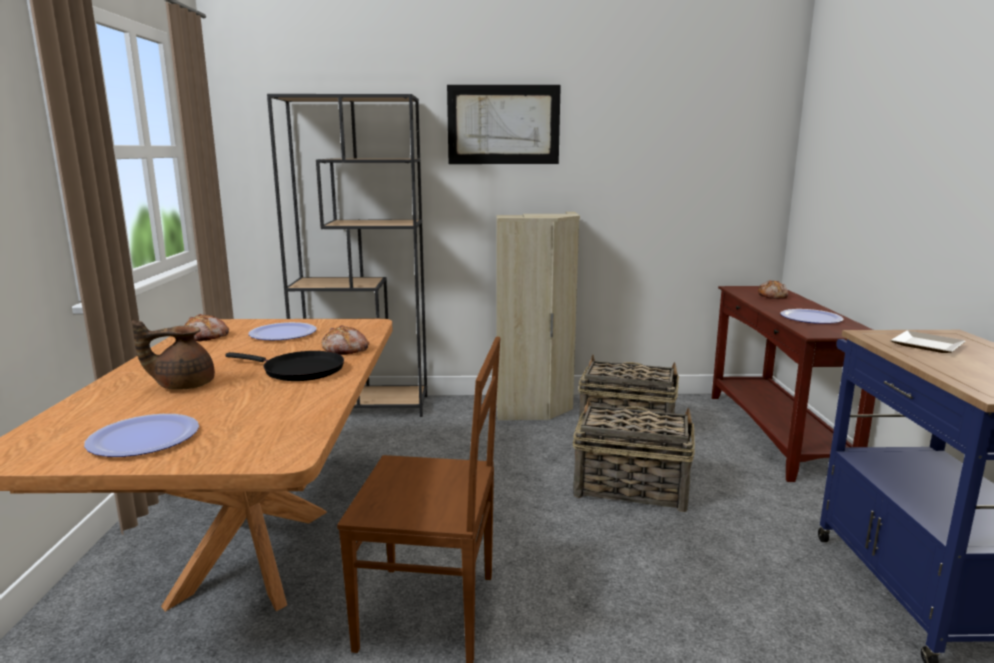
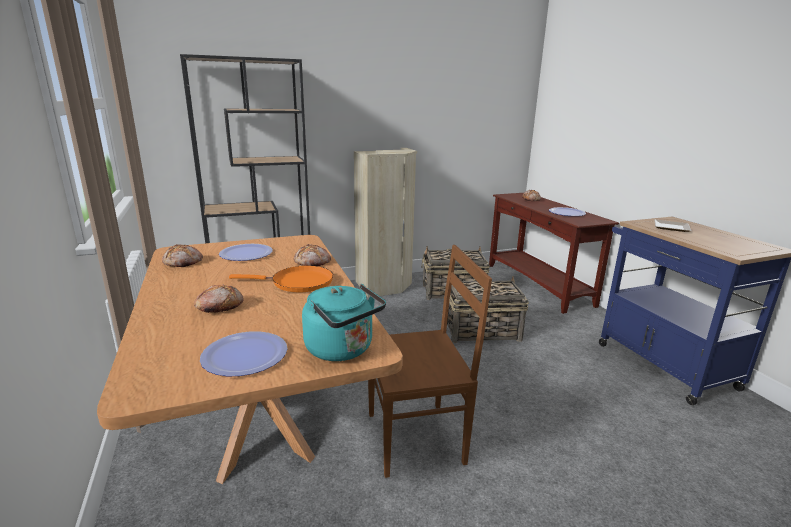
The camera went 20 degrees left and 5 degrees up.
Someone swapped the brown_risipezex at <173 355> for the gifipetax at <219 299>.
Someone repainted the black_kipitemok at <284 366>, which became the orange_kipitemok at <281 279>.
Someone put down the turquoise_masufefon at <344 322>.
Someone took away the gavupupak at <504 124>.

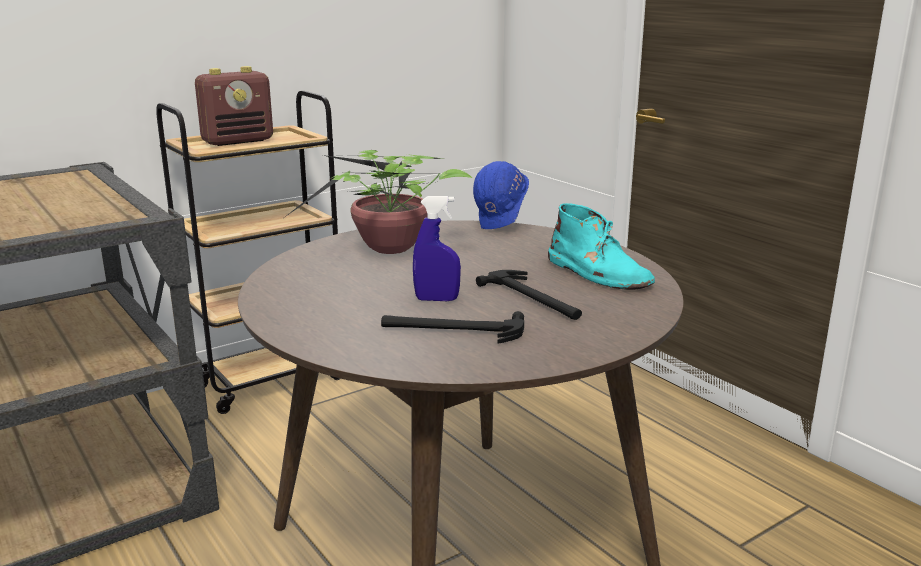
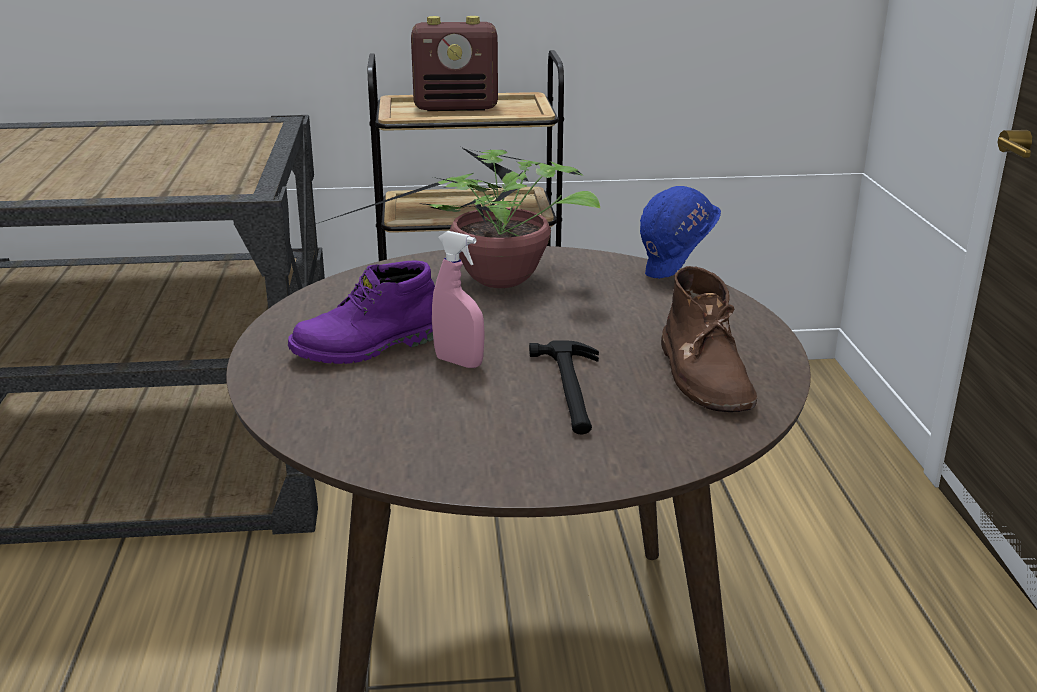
The camera went 30 degrees right and 5 degrees up.
Someone put down the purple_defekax at <361 312>.
Someone repainted the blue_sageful at <437 248>, which became the pink_sageful at <458 299>.
Someone repainted the turquoise_defekax at <601 246>, which became the brown_defekax at <709 339>.
Someone took away the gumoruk at <452 327>.

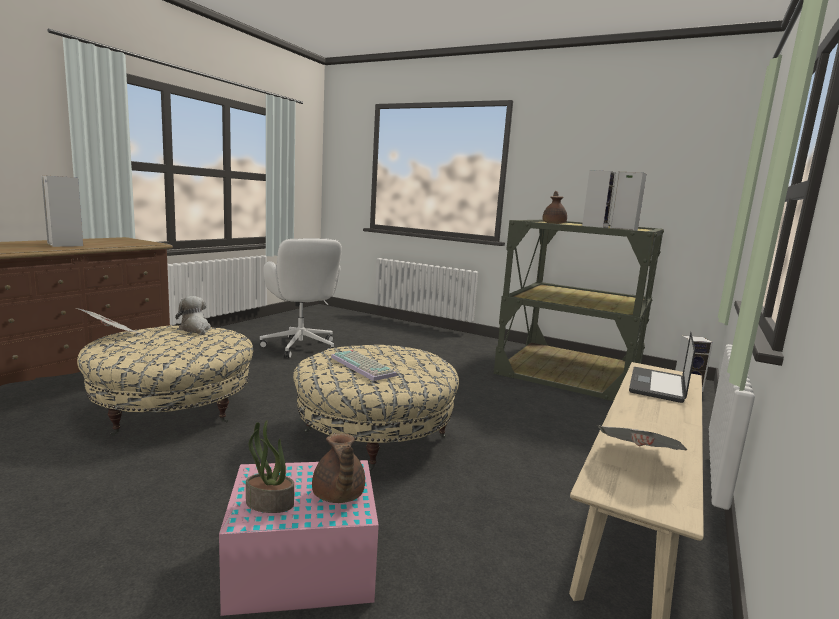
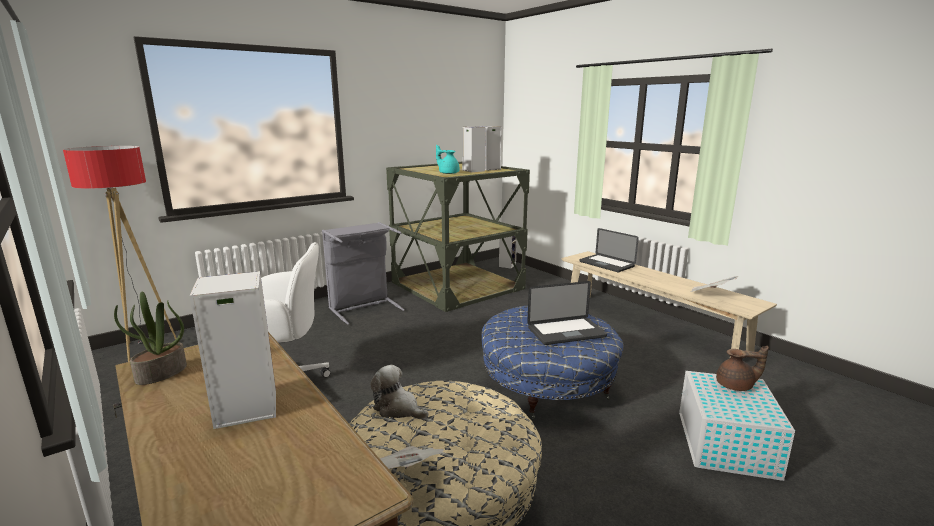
The camera went 65 degrees left and 5 degrees up.
Someone put down the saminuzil at <120 254>.
Someone carried the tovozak from <270 467> to <150 338>.
Someone put down the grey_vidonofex at <363 273>.
Someone rotated the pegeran at <193 315> by 45 degrees clockwise.
Someone repainted the brown_risipezex at <555 207>, which became the turquoise_risipezex at <448 159>.
Someone repainted the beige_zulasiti at <376 408>, which became the blue_zulasiti at <553 362>.
Someone swapped the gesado at <364 365> for the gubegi at <567 313>.
Someone repainted the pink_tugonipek at <299 538>, which became the white_tugonipek at <737 426>.

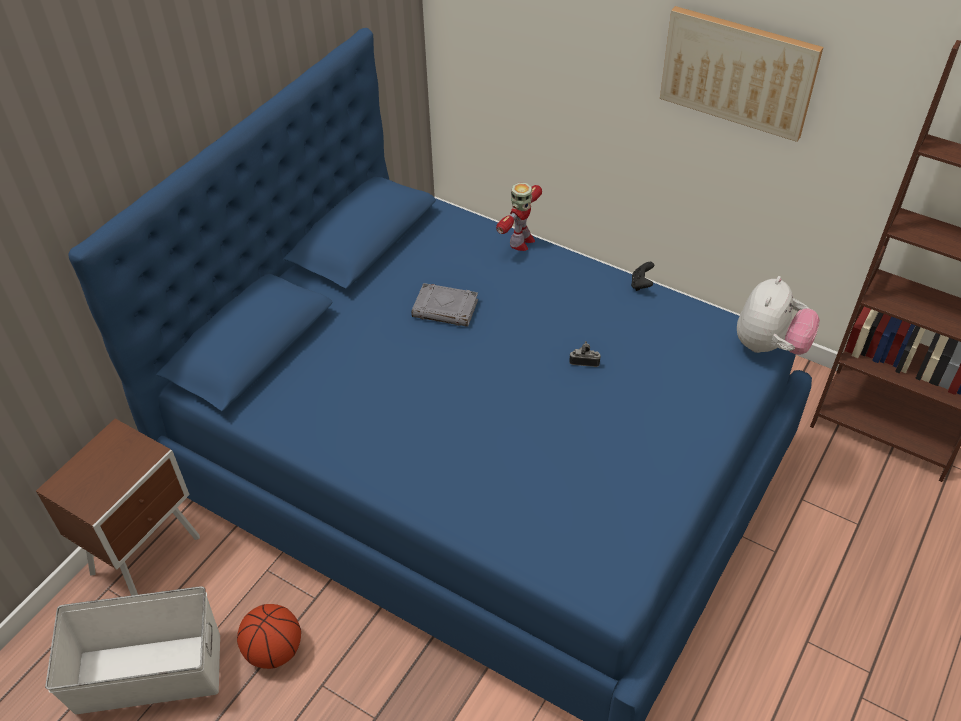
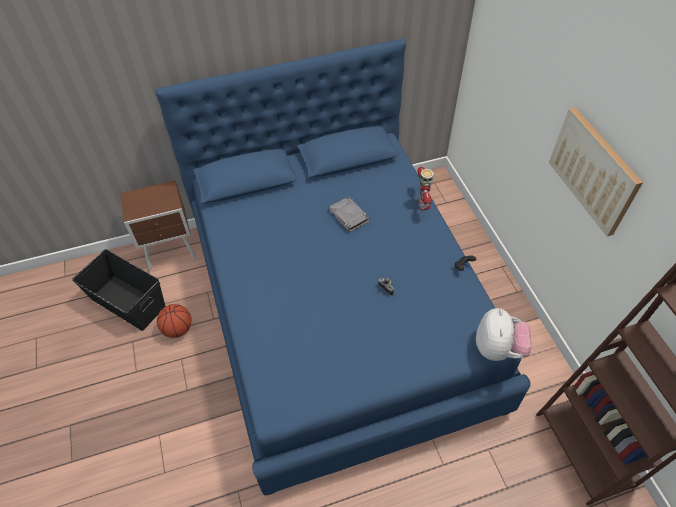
The camera went 40 degrees right and 5 degrees up.
Someone repainted the white_tugonipek at <132 650>, which became the black_tugonipek at <119 290>.
Someone rotated the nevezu at <519 217> by 75 degrees counterclockwise.
Someone rotated the pegeran at <778 315> by 60 degrees counterclockwise.

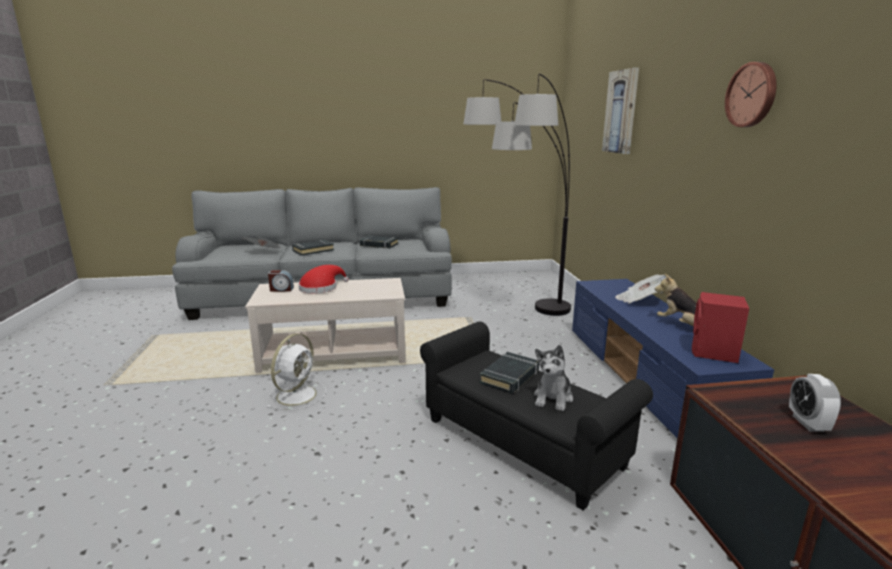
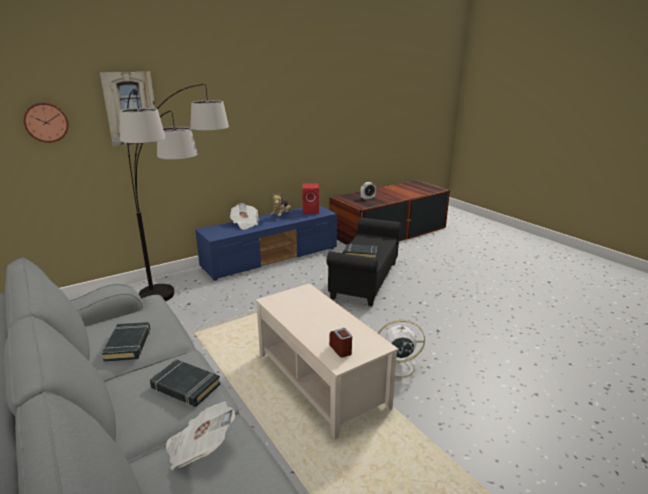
The camera went 115 degrees left and 5 degrees up.
Someone carried the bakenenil from <751 94> to <46 122>.
Someone took away the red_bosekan at <323 279>.
Someone took away the pegeran at <553 378>.

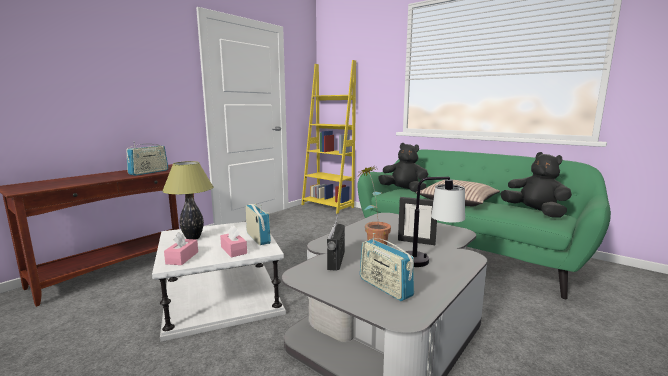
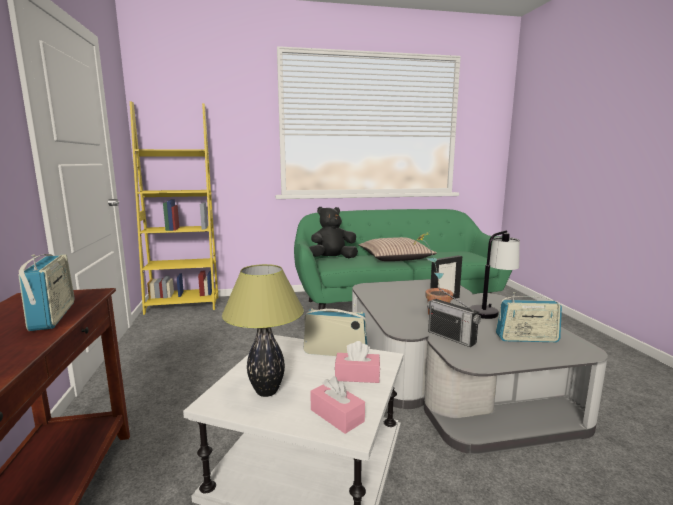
The camera went 50 degrees left and 0 degrees up.
Someone took away the black_pegeran at <536 185>.

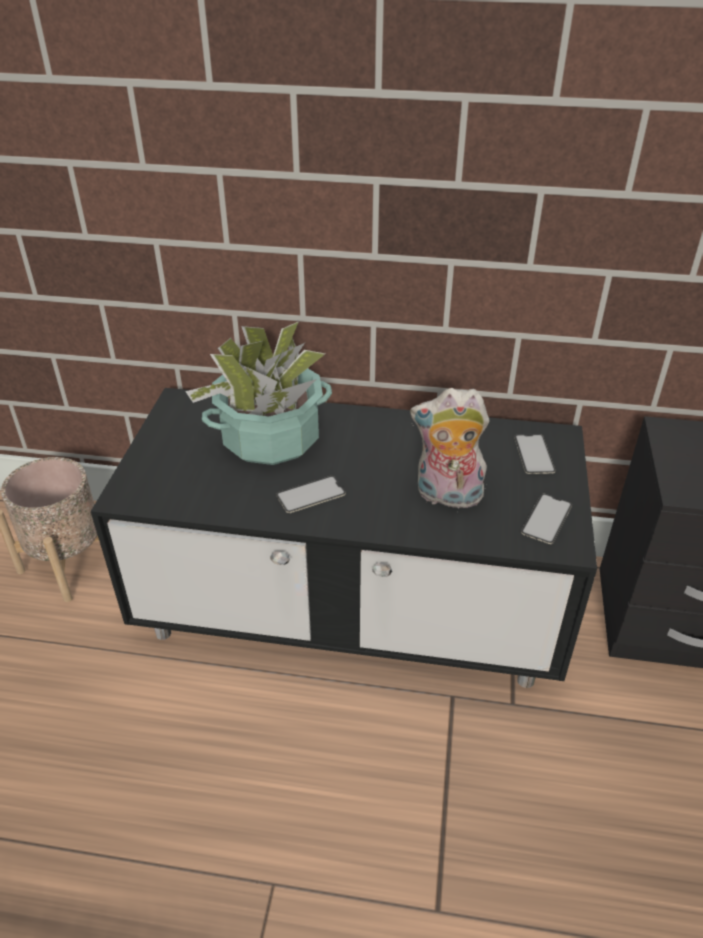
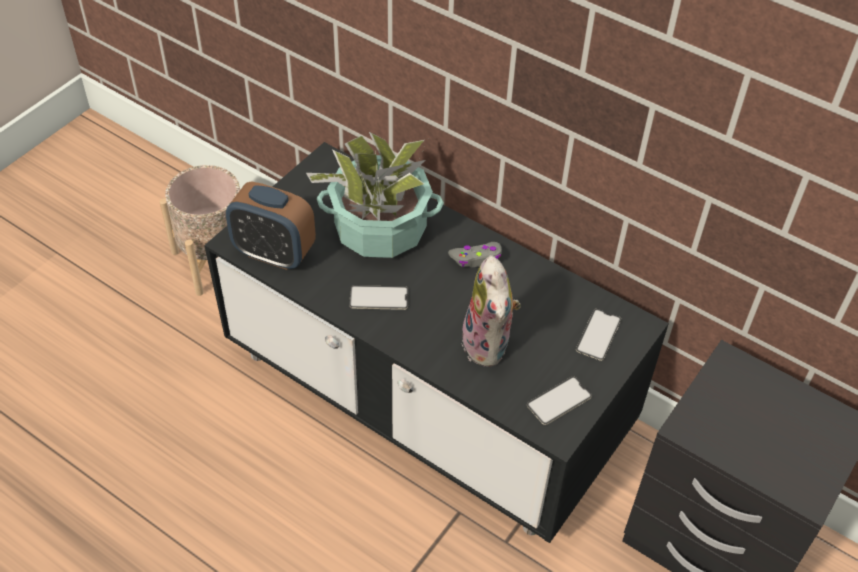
The camera went 25 degrees right and 10 degrees up.
Someone put down the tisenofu at <271 225>.
Someone put down the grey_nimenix at <475 254>.
Someone rotated the pegeran at <449 448> by 135 degrees counterclockwise.

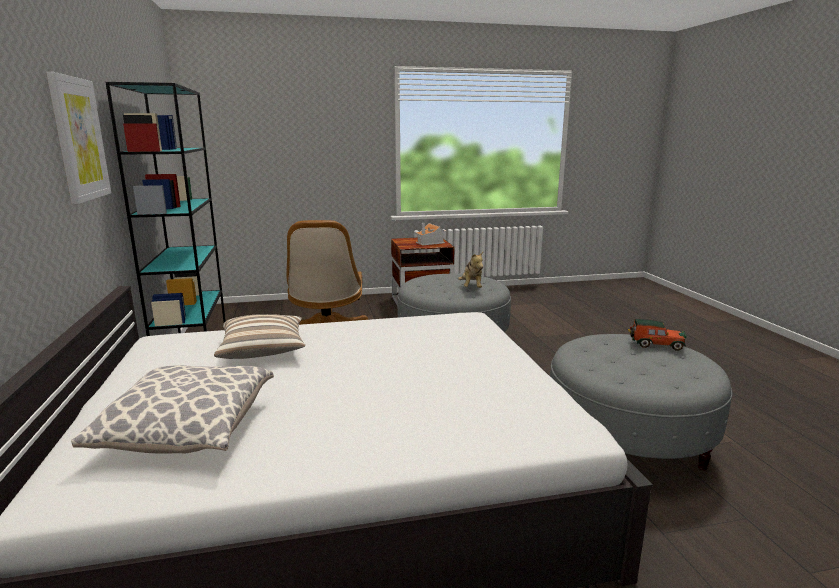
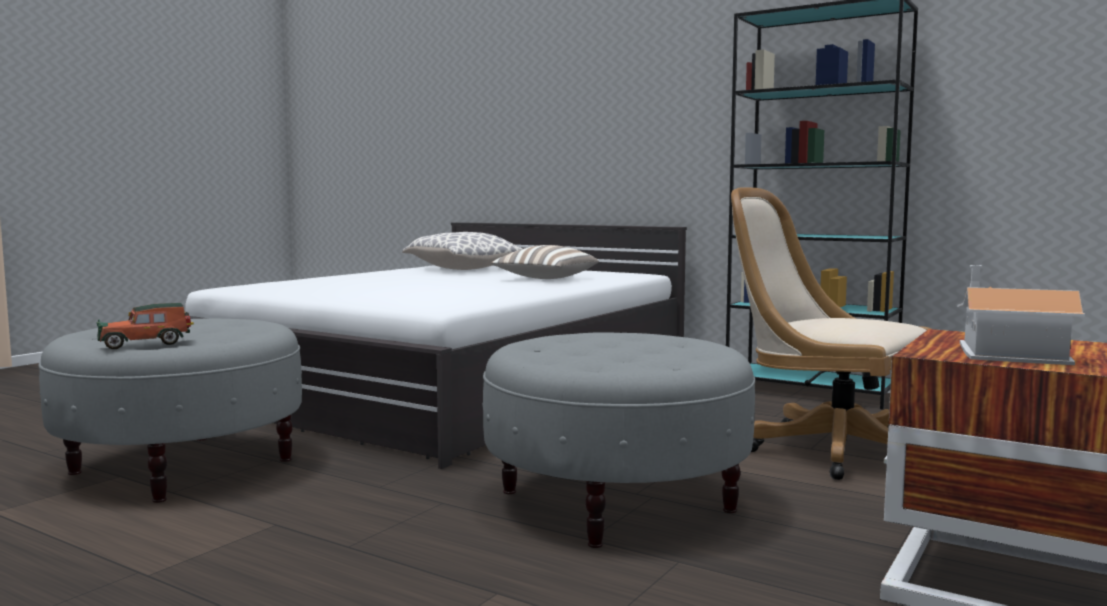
The camera went 135 degrees right and 10 degrees down.
Someone took away the gavupupak at <78 138>.
Someone took away the pegeran at <470 270>.

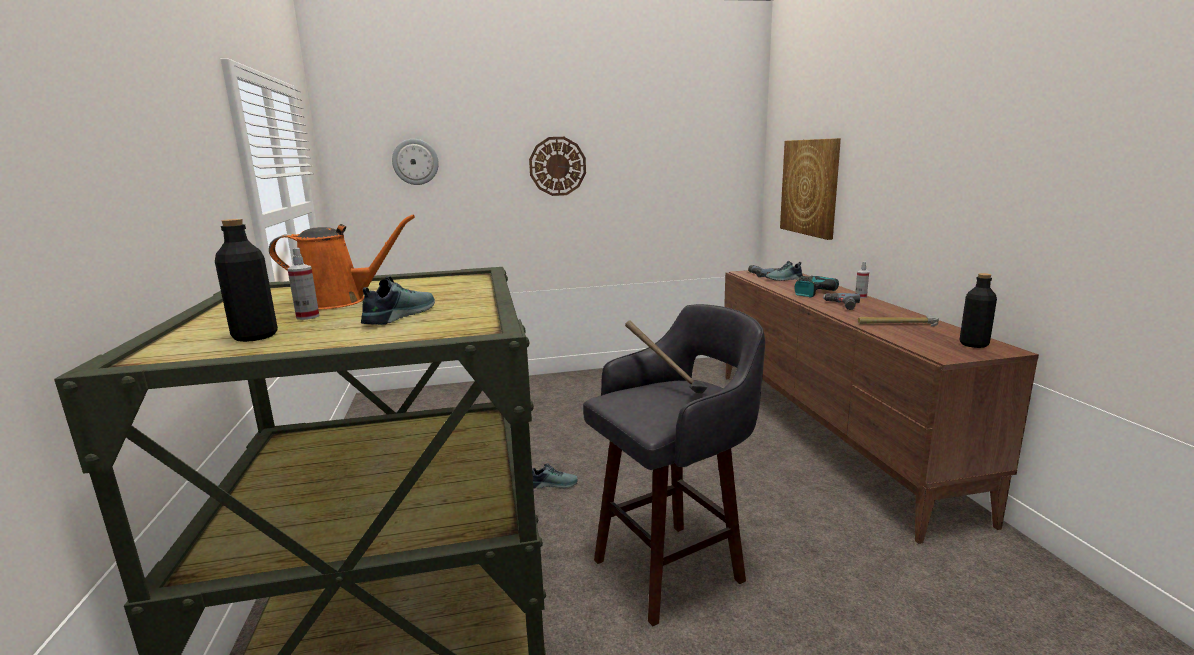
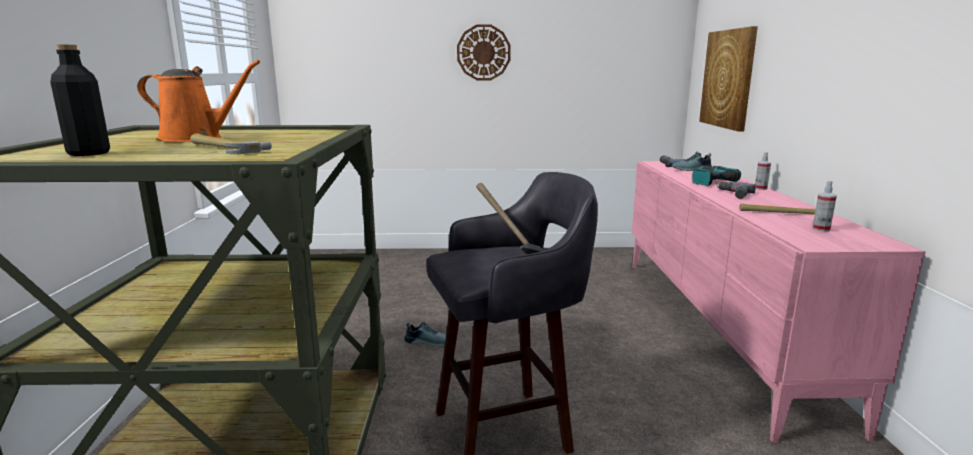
The camera went 10 degrees right and 0 degrees up.
Someone swapped the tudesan at <398 300> for the gumoruk at <231 143>.
Someone repainted the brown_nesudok at <881 407>, which became the pink_nesudok at <779 302>.
Someone carried the sageful from <303 284> to <824 206>.
Someone took away the bakenenil at <415 162>.
Someone took away the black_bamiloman at <978 310>.

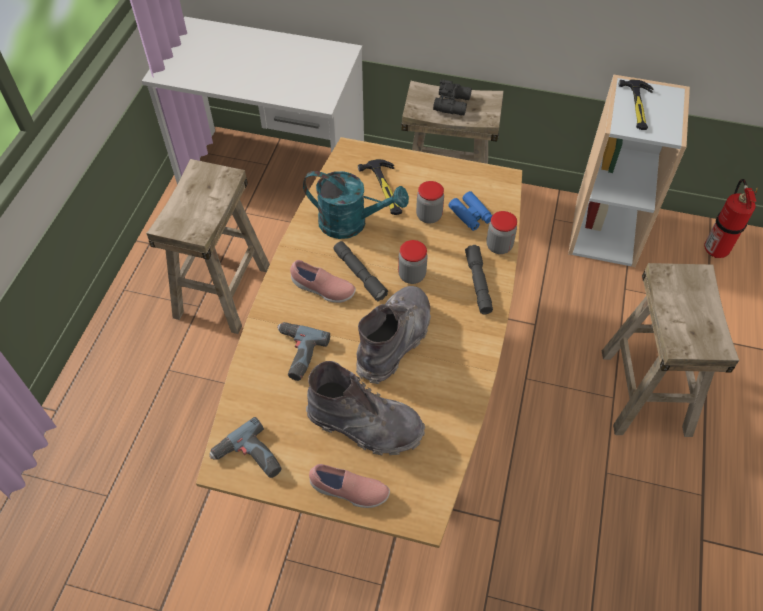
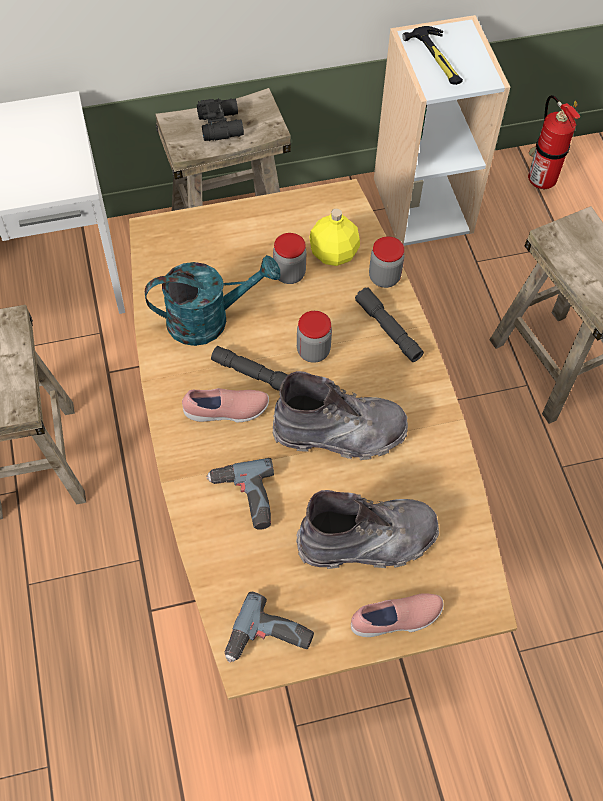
The camera went 30 degrees left and 5 degrees up.
Someone rotated the grey_defekax at <393 335> by 90 degrees clockwise.
Someone swapped the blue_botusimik at <470 211> for the yellow_bamiloman at <334 237>.
Someone took away the gumoruk at <380 187>.

